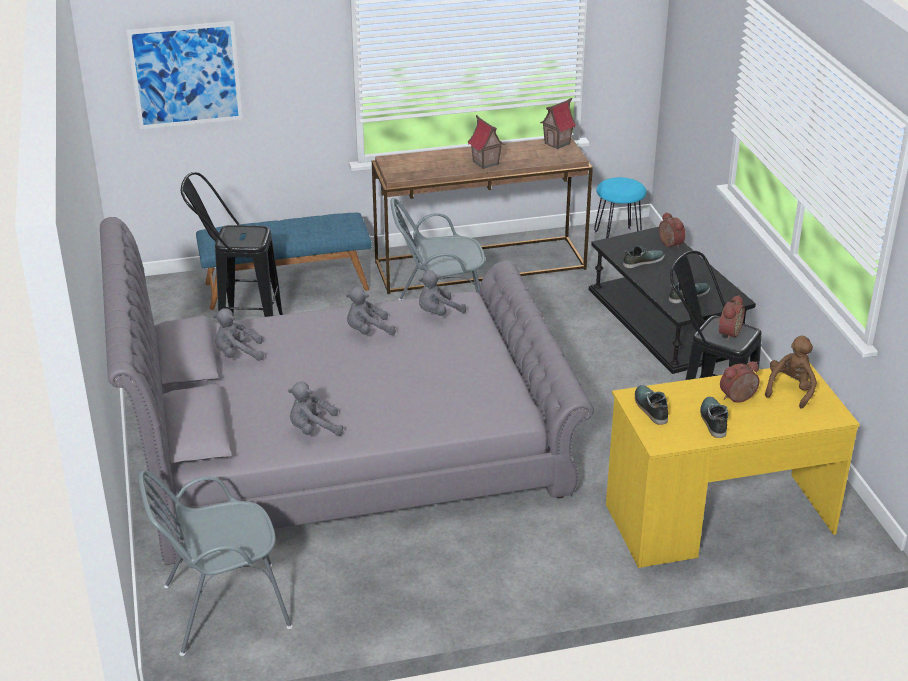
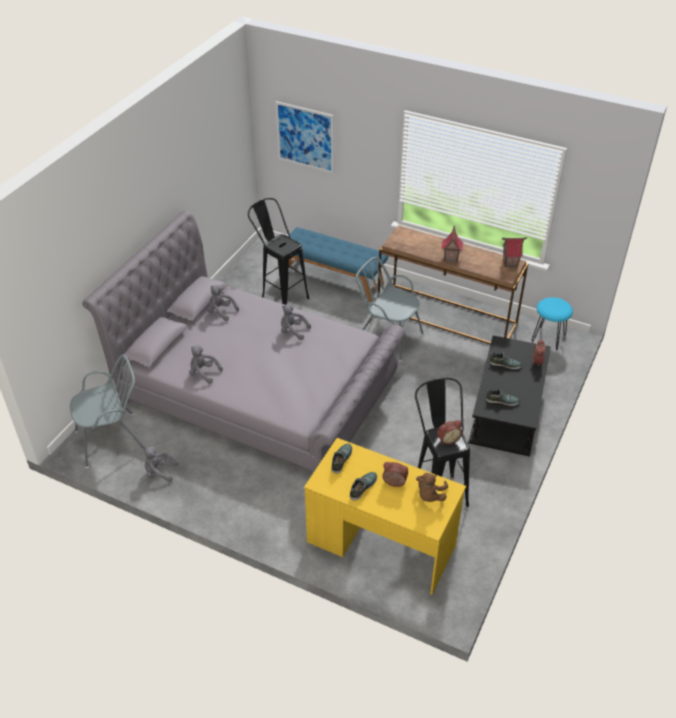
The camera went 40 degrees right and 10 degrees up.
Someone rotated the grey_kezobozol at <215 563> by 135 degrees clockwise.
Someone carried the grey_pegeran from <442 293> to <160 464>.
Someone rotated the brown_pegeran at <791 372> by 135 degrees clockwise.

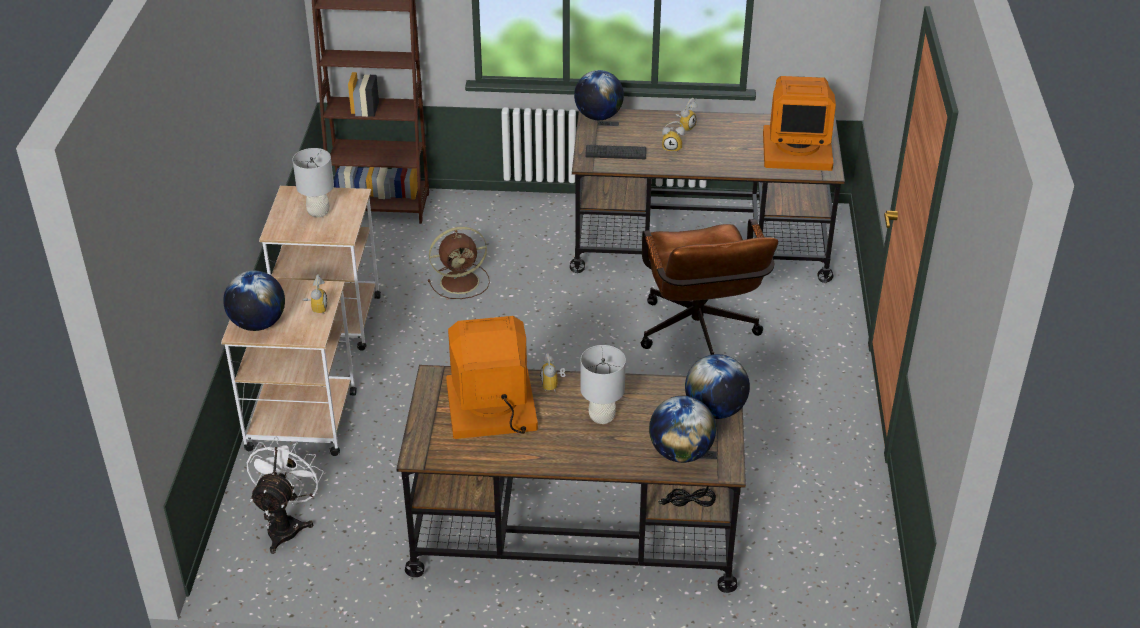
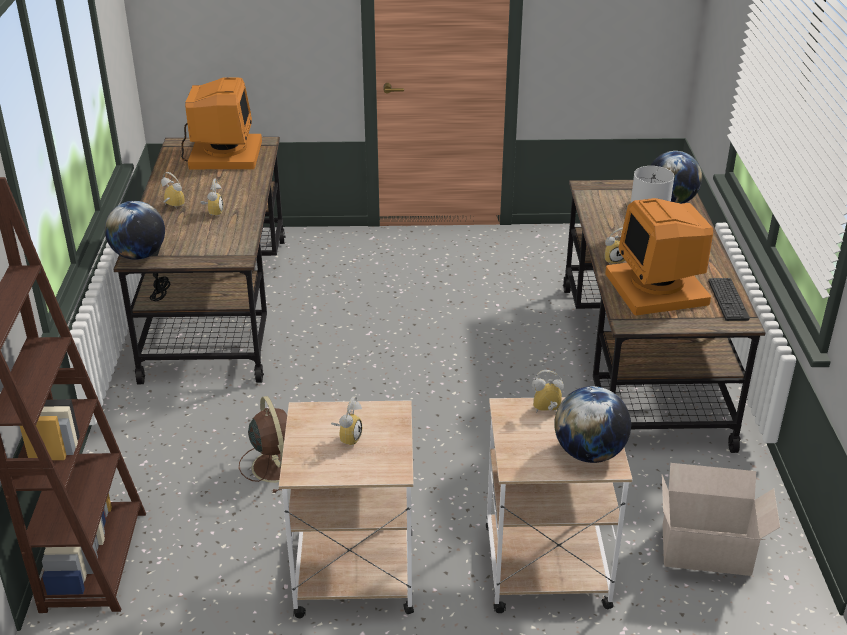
The camera went 95 degrees left and 5 degrees down.
Someone swapped the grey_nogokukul at <313 182> for the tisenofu at <346 421>.
Someone swapped the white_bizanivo at <285 495> for the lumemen at <721 519>.
Someone carried the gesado from <616 152> to <729 299>.
Someone took away the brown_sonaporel at <709 287>.
Someone took away the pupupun at <717 386>.

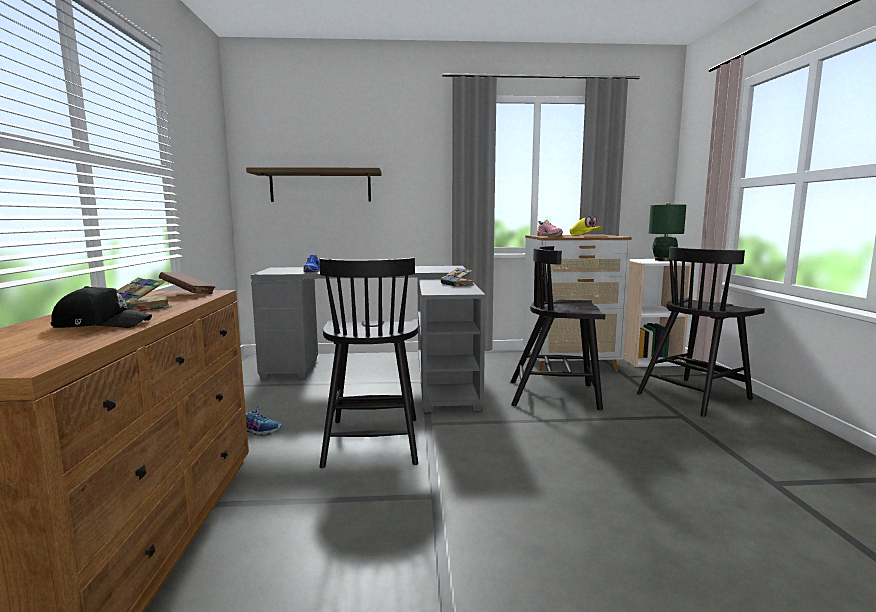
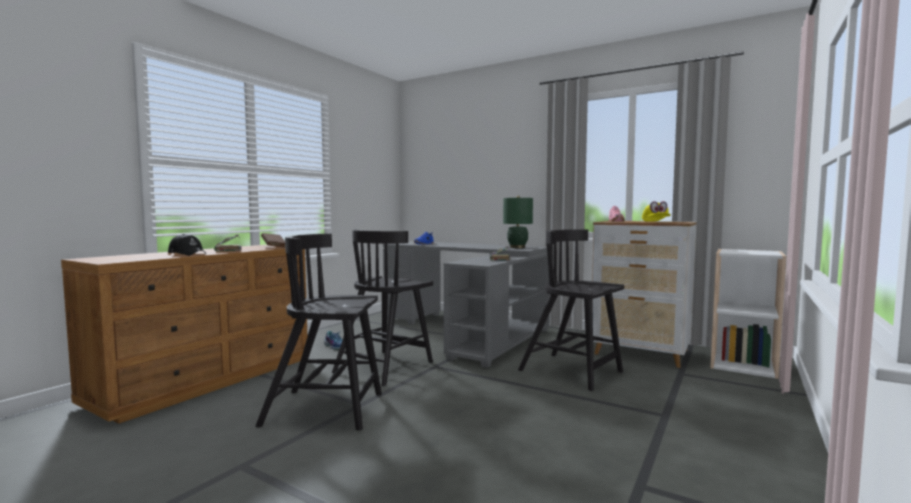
The camera went 35 degrees right and 5 degrees down.
Someone carried the black_kezobozol from <701 331> to <319 332>.
Someone carried the green_nogokukul from <667 231> to <518 222>.
Someone took away the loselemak at <314 184>.

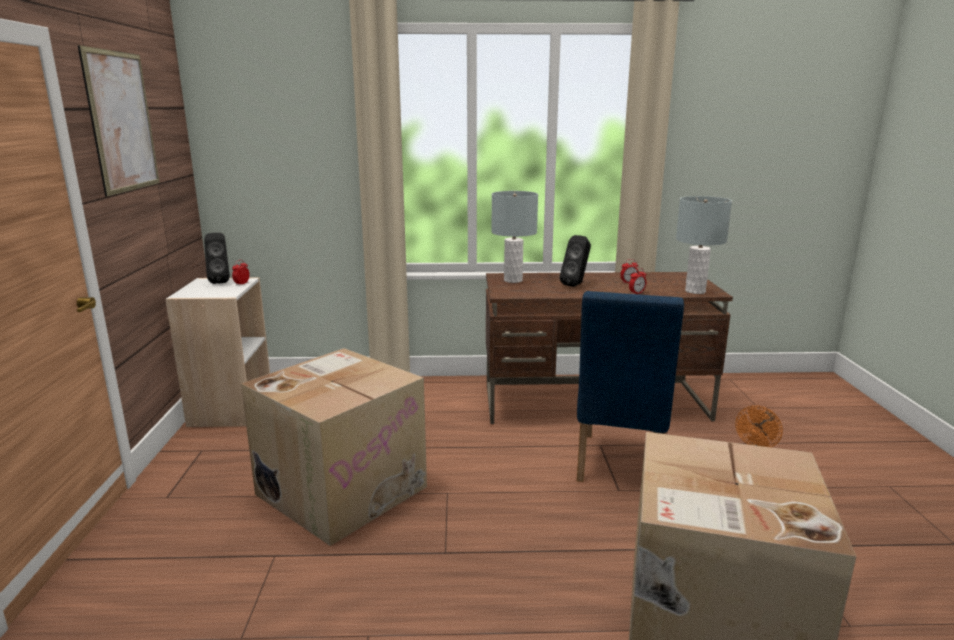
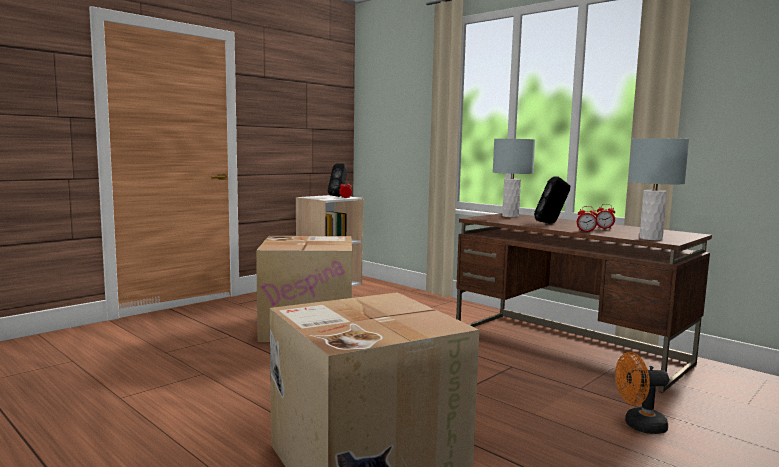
The camera went 45 degrees right and 10 degrees down.
Someone took away the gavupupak at <119 121>.
Someone took away the blue_kezobozol at <630 386>.

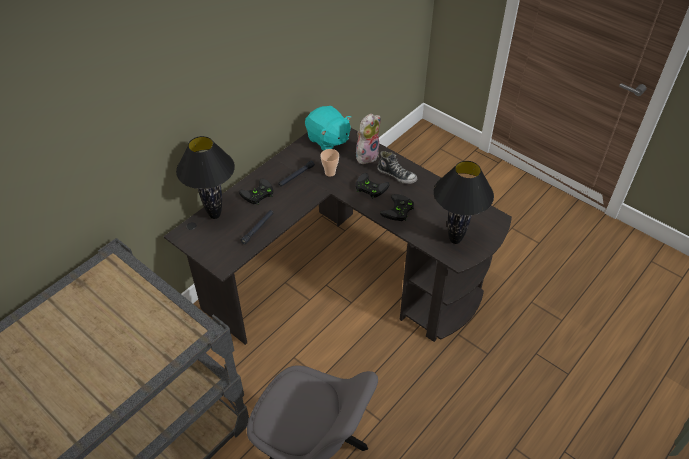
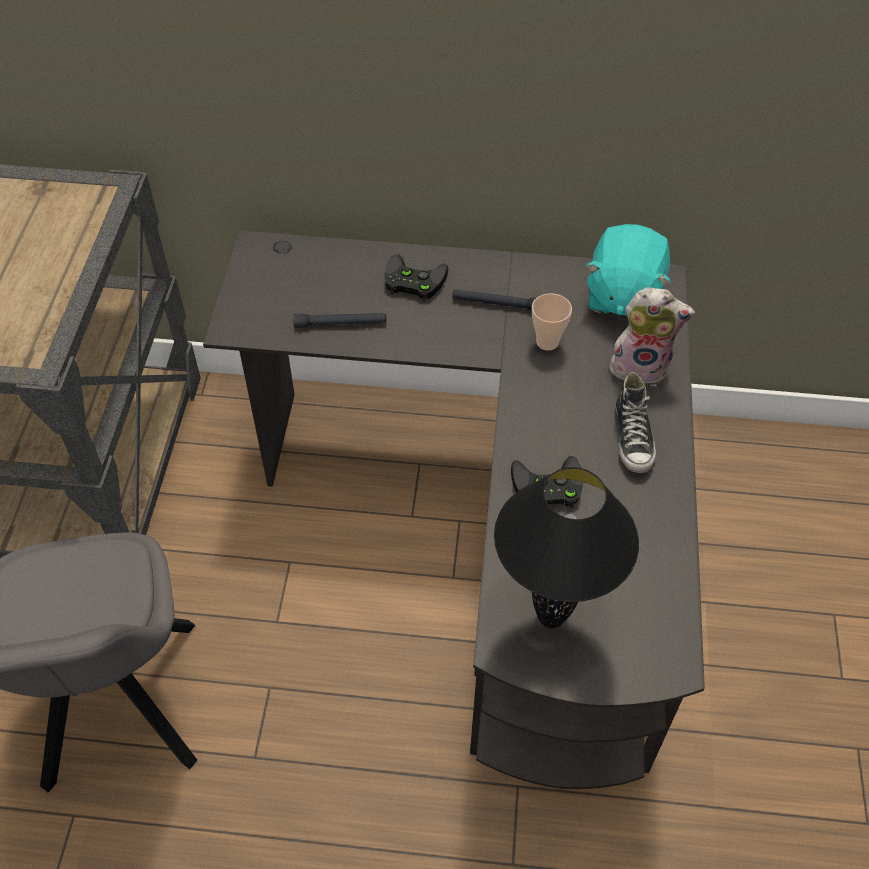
The camera went 55 degrees right and 5 degrees up.
Someone took away the black_nogokukul at <205 177>.
Someone took away the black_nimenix at <372 186>.

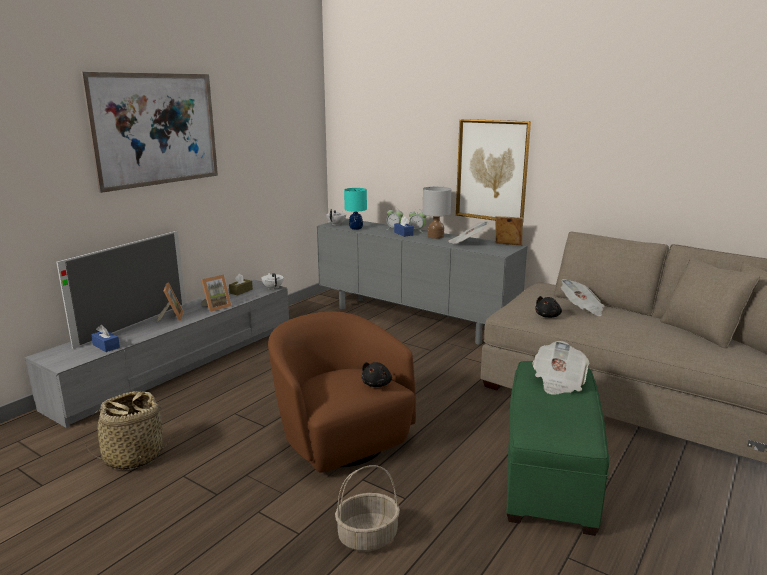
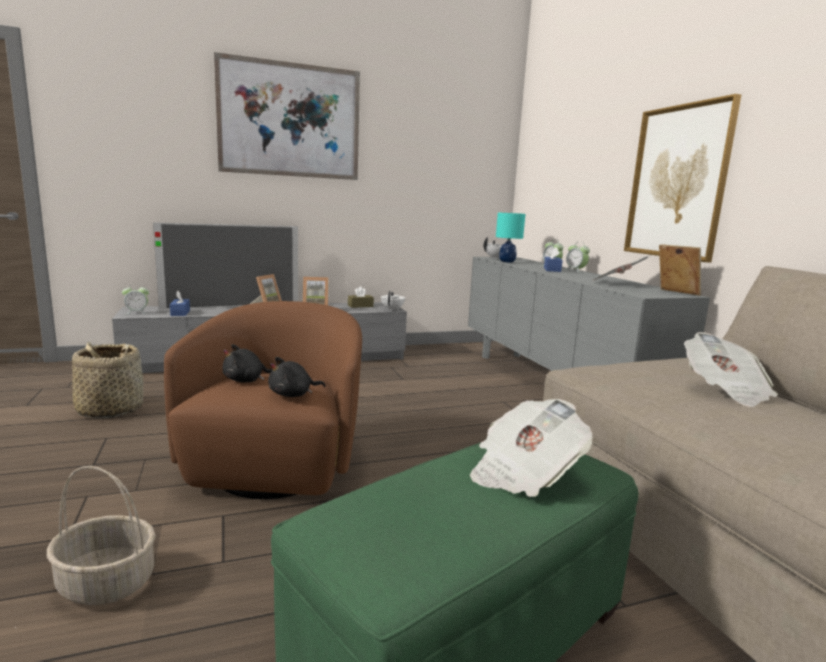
The camera went 35 degrees right and 5 degrees down.
Someone put down the tisenofu at <135 298>.
Someone carried the black_pegeran from <548 307> to <247 363>.
Someone took away the grey_nogokukul at <437 212>.

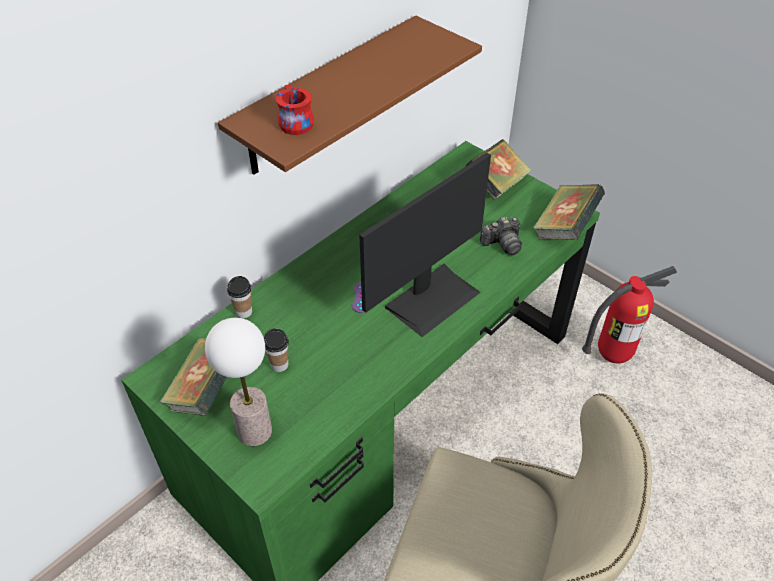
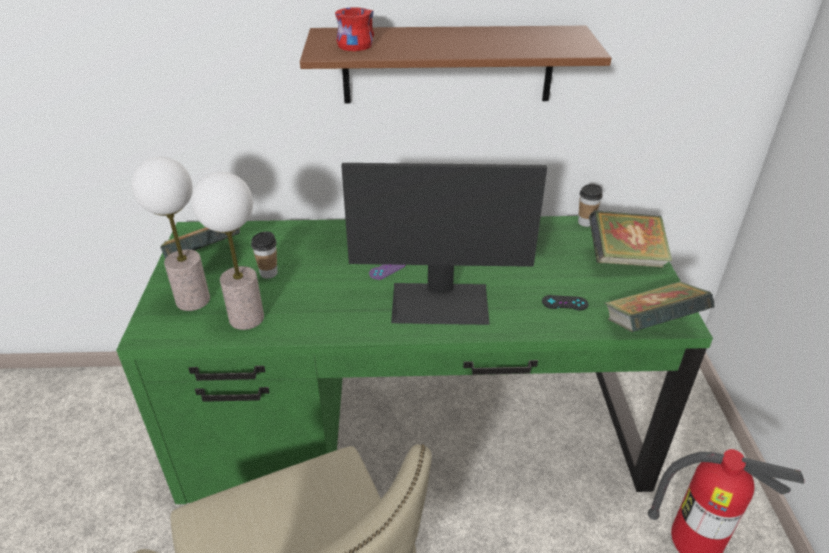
The camera went 45 degrees right and 10 degrees down.
Someone put down the nogokukul at <228 251>.
Someone swapped the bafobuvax at <501 235> for the black_nimenix at <565 302>.
Someone carried the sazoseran from <239 297> to <590 205>.

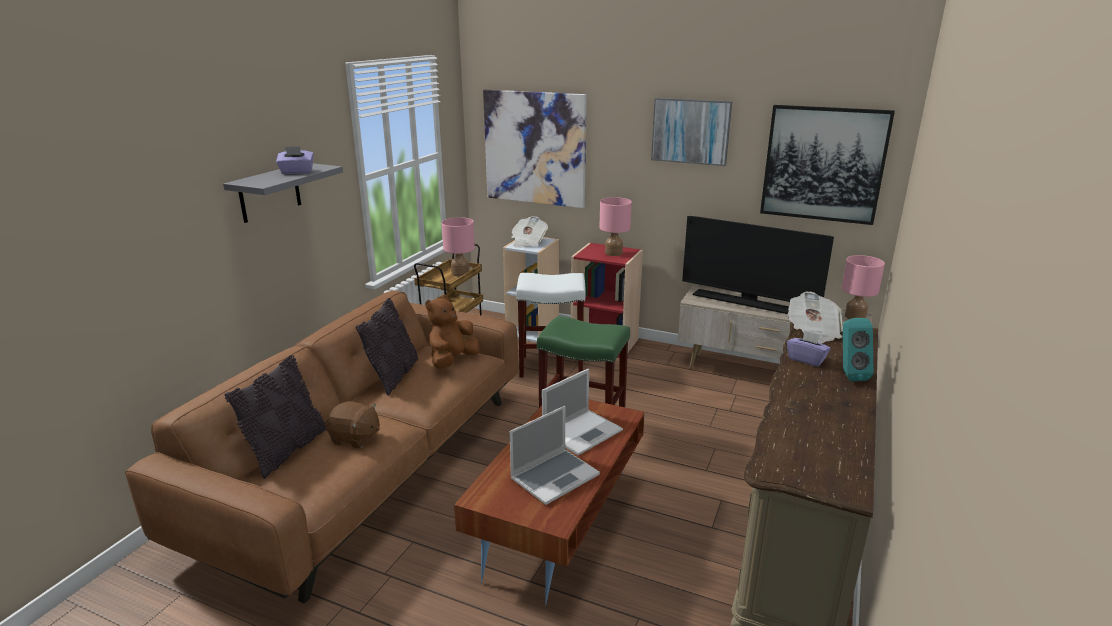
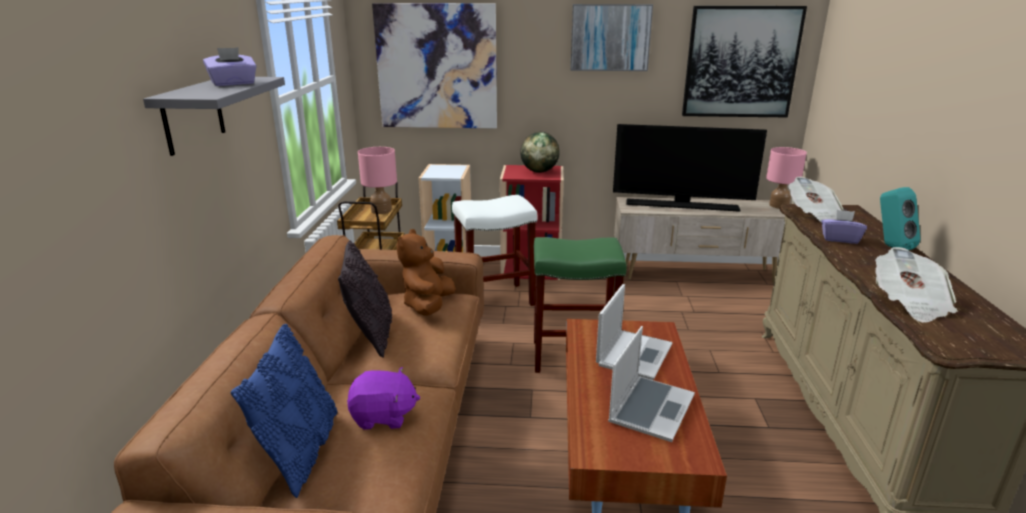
The camera went 20 degrees left and 0 degrees up.
Someone repainted the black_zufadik at <275 417>, which became the blue_zufadik at <284 411>.
Someone repainted the brown_pegeran at <352 425>, which became the purple_pegeran at <383 398>.
Someone swapped the pink_nogokukul at <615 226> for the pupupun at <540 152>.
Someone carried the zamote from <529 232> to <916 285>.

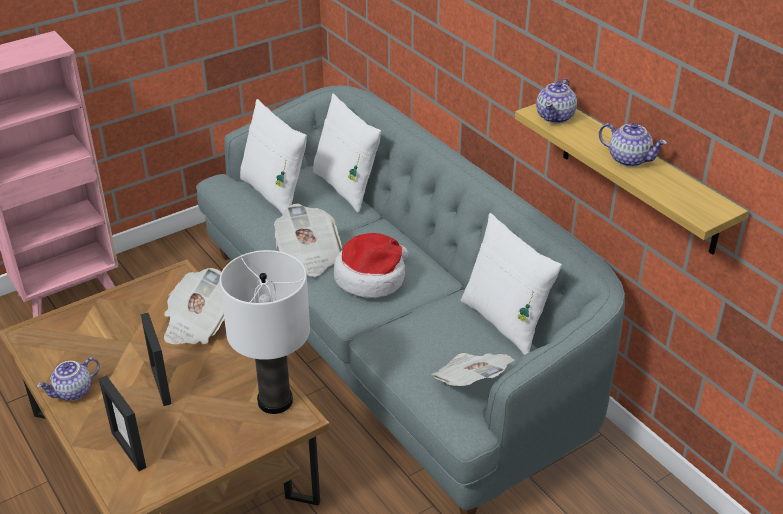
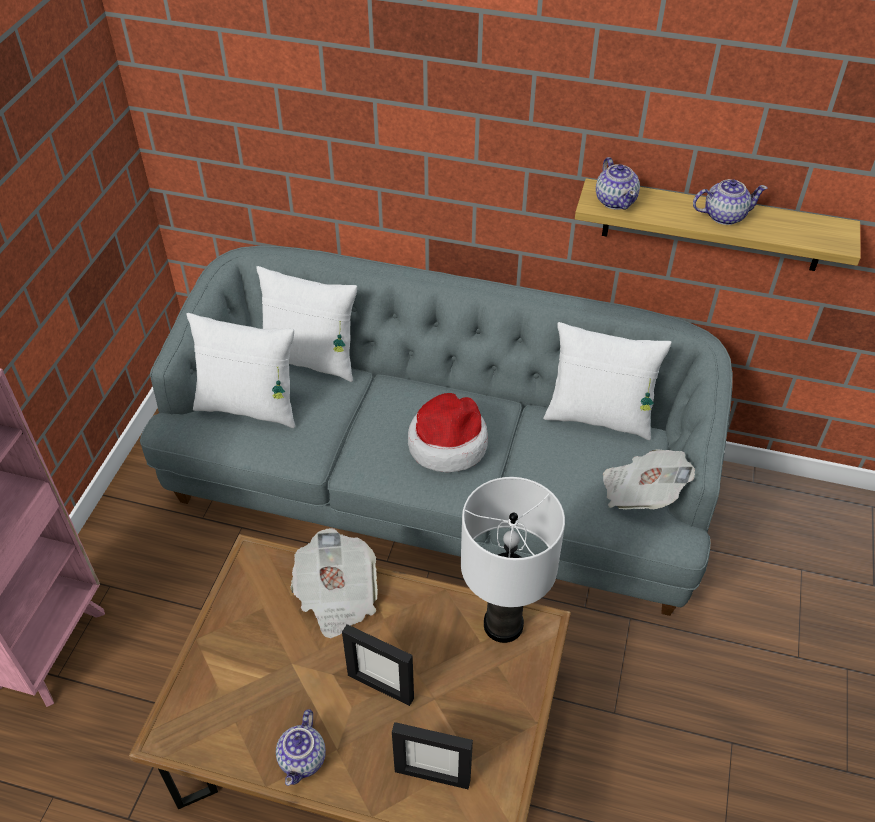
The camera went 40 degrees left and 10 degrees up.
Someone took away the zamote at <308 240>.

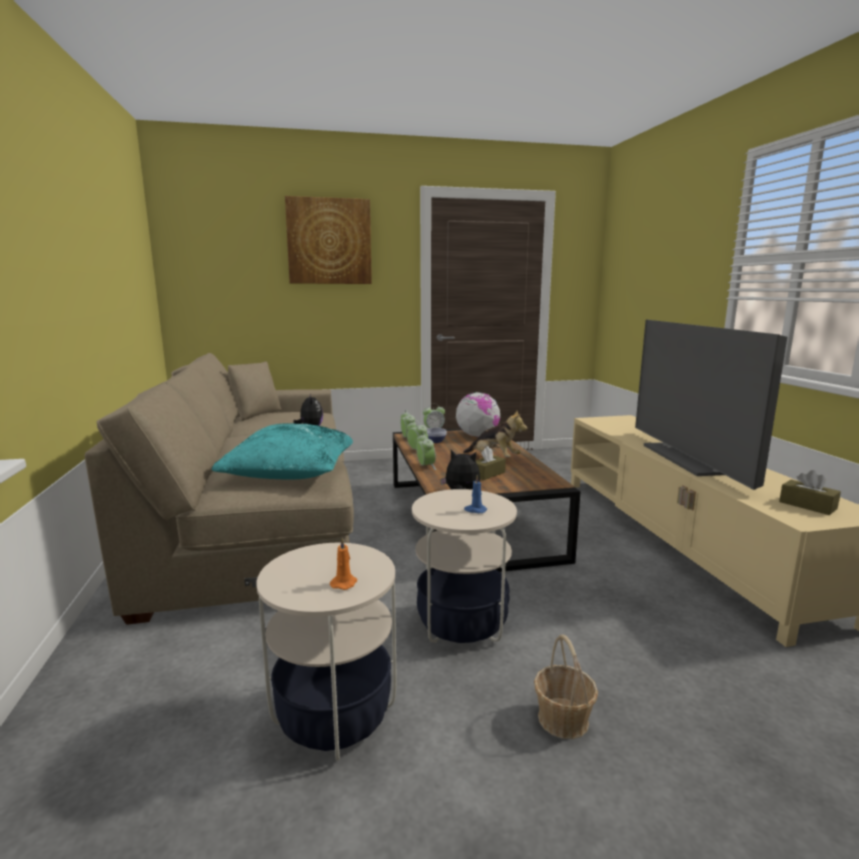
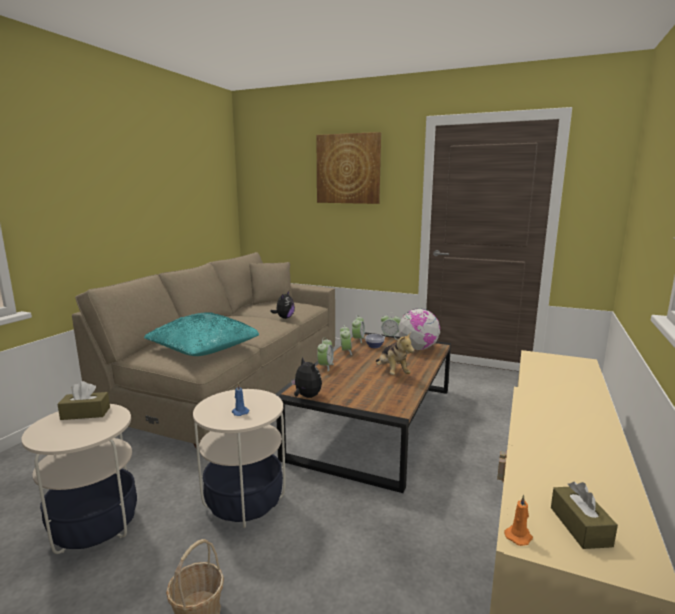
The camera went 35 degrees right and 0 degrees up.
Someone carried the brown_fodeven from <490 463> to <83 400>.
Someone carried the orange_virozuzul from <343 564> to <518 520>.
Someone took away the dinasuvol at <711 405>.

